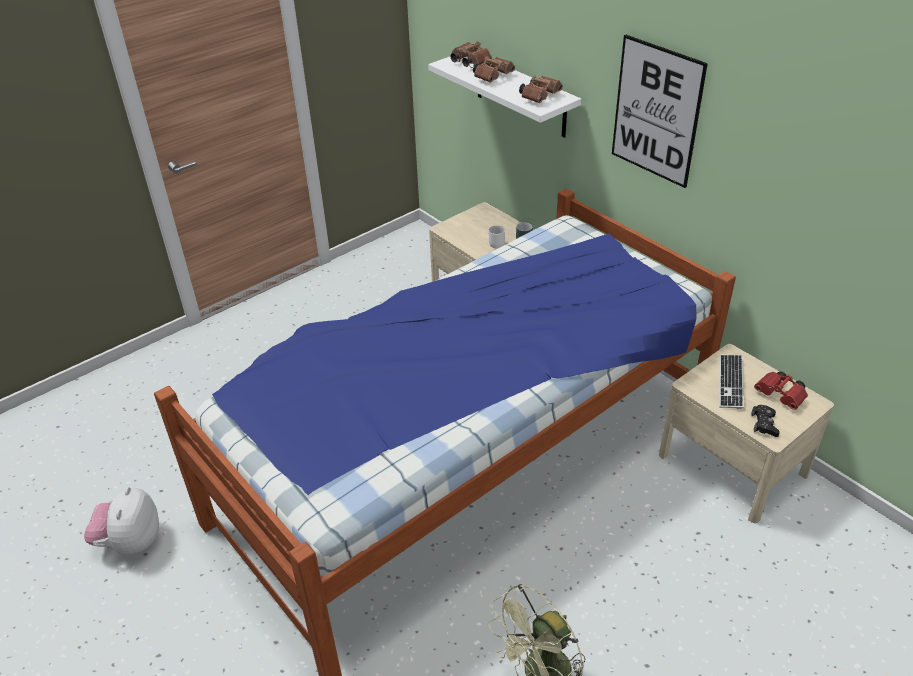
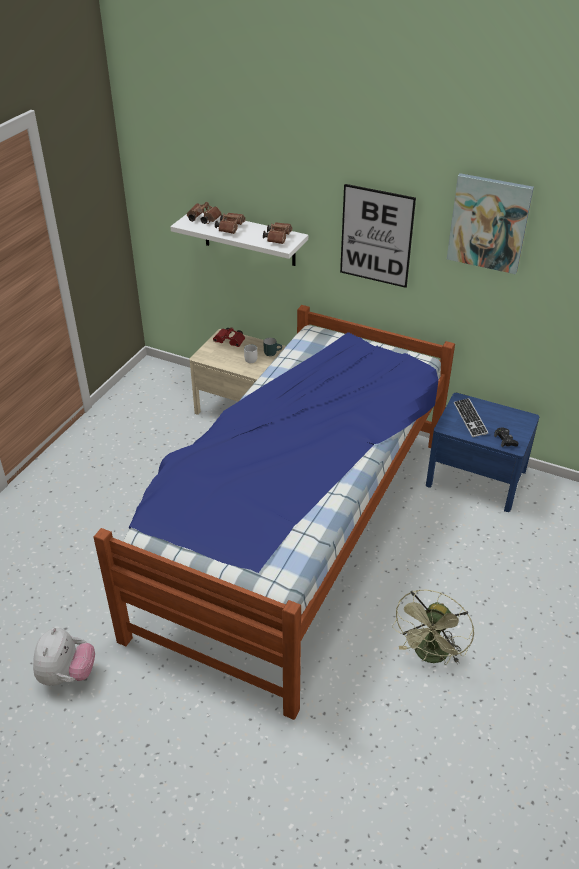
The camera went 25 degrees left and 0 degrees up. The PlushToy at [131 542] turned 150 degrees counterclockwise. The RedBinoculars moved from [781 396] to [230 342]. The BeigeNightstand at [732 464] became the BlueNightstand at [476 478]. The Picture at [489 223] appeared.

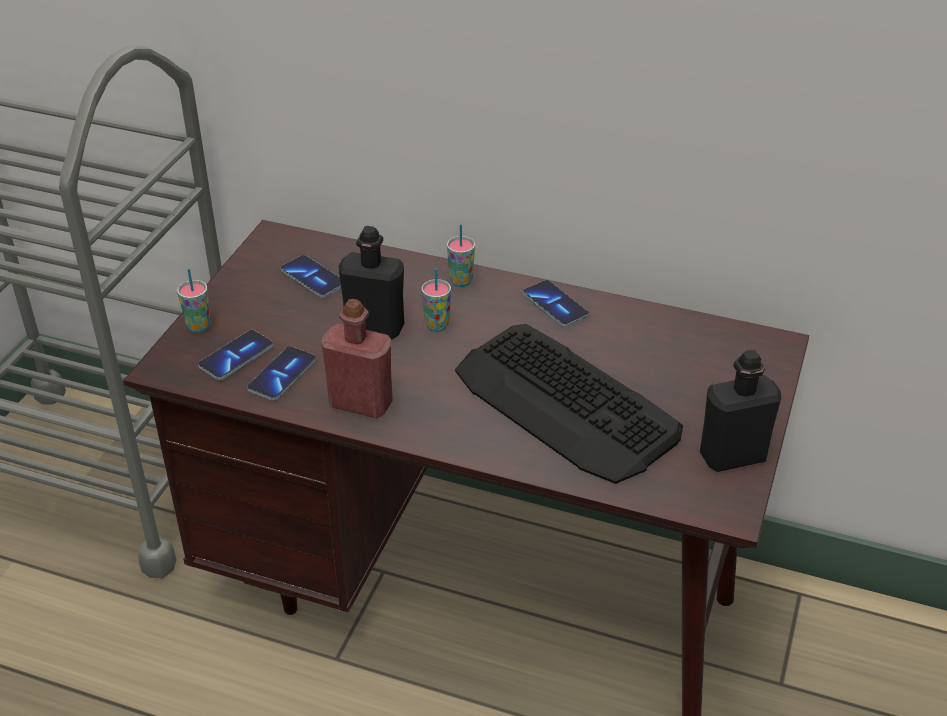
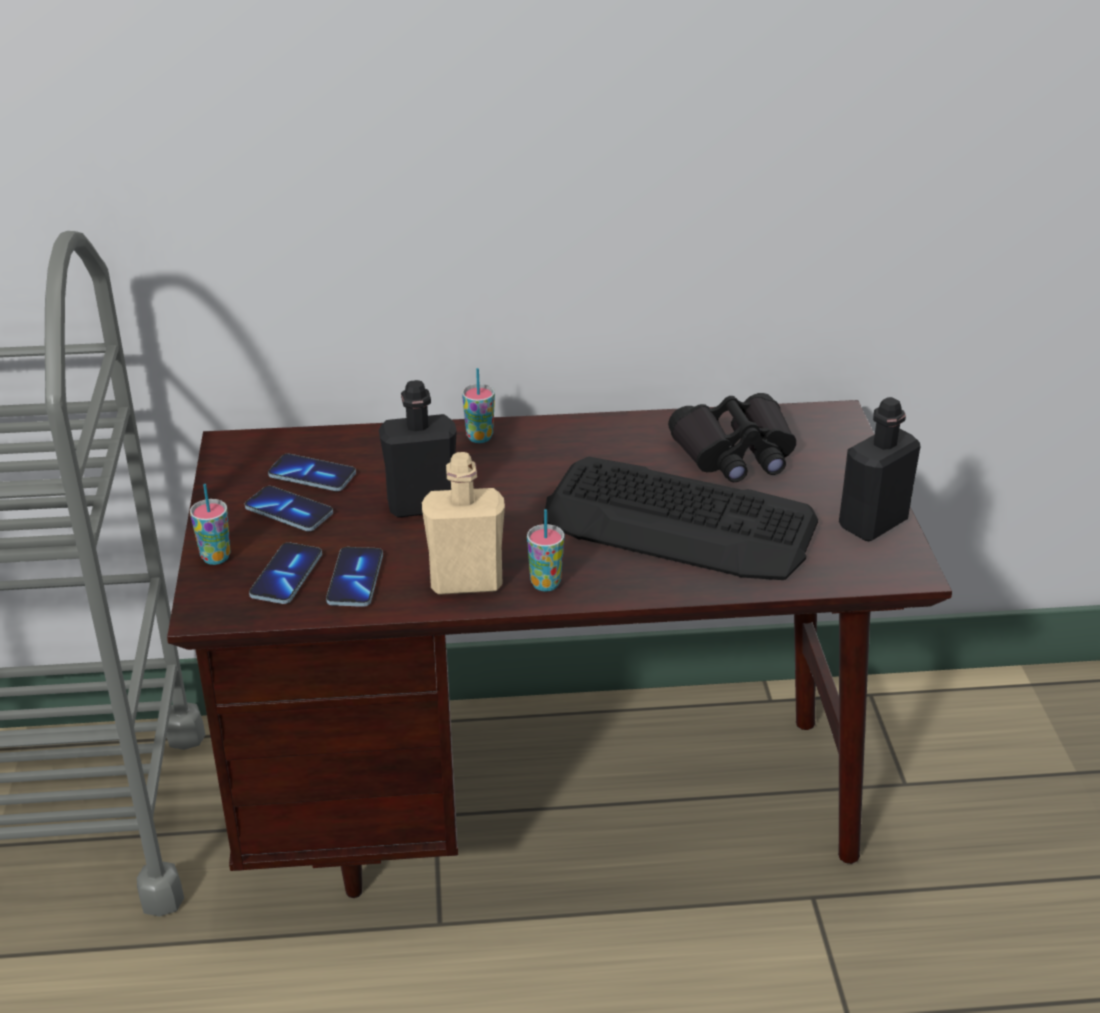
The camera went 25 degrees left and 5 degrees down. The Phone moved from [555 305] to [289 511]. The RedBottle at [361 404] became the BeigeBottle at [466 582]. The Cup moved from [437 326] to [545 584]. The BlackBinoculars at [735 453] appeared.

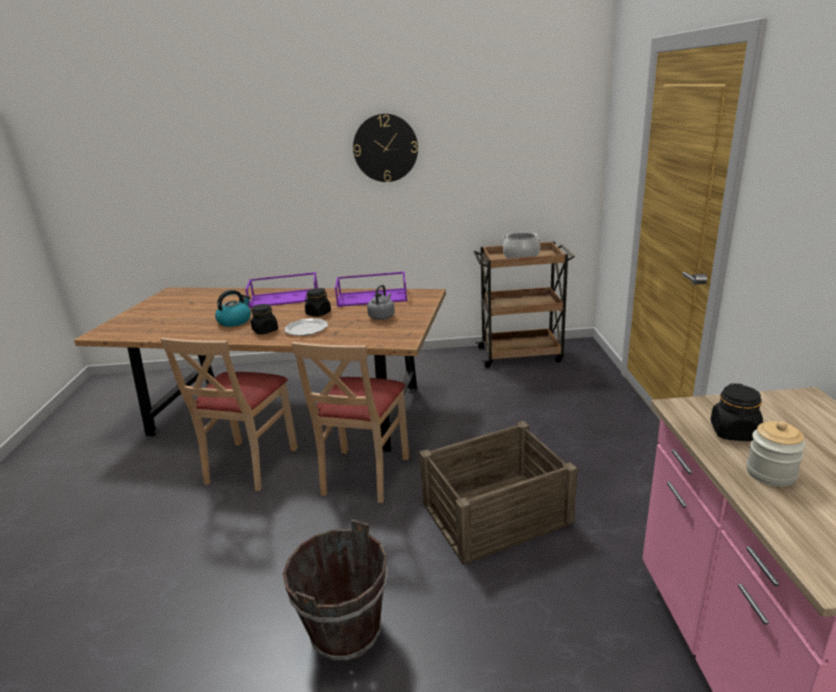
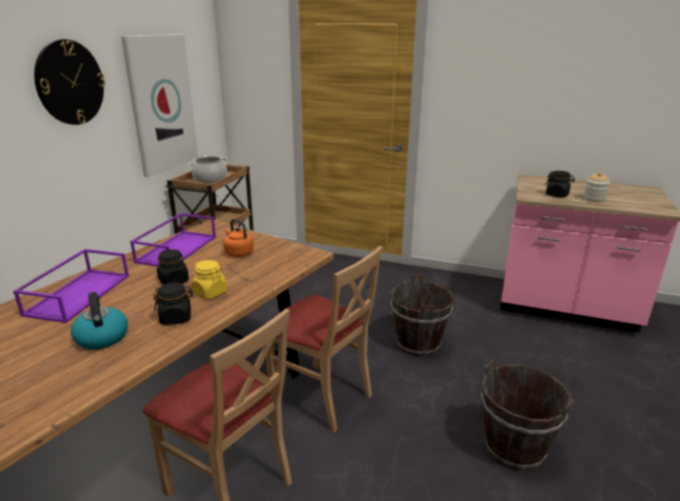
The camera went 70 degrees left and 0 degrees up. The Picture at [161 103] appeared. The Plate at [306 329] was replaced by the YellowJar at [210 293]. The GreyKettle at [382 316] became the OrangeKettle at [238 253]. The Crate at [497 513] was replaced by the BrownBucket at [418 343].

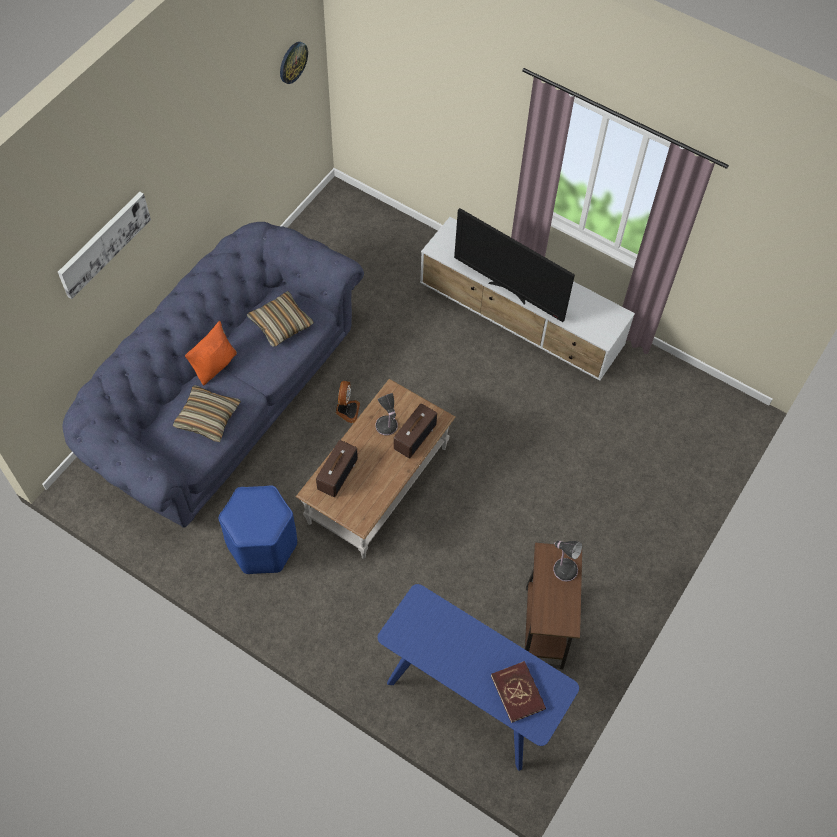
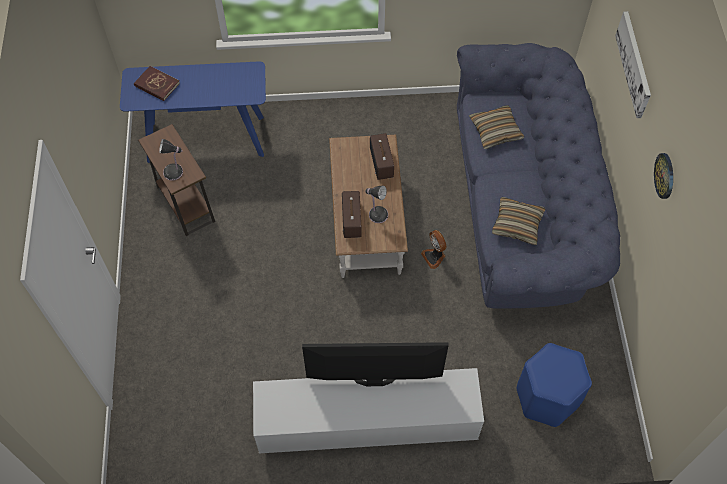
The camera went 145 degrees right and 0 degrees up. The BlueStool moved from [262 545] to [547 398]. The WallClock moved from [292 62] to [665 175]. The OrangePillow at [215 365] disappeared.

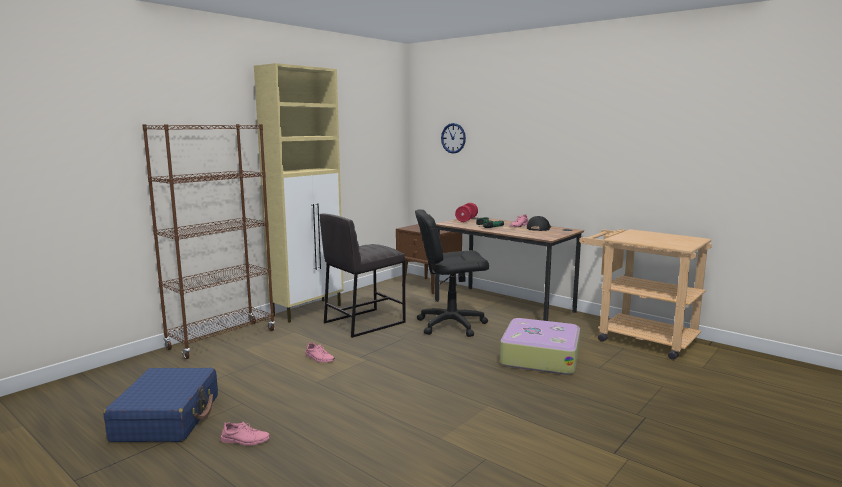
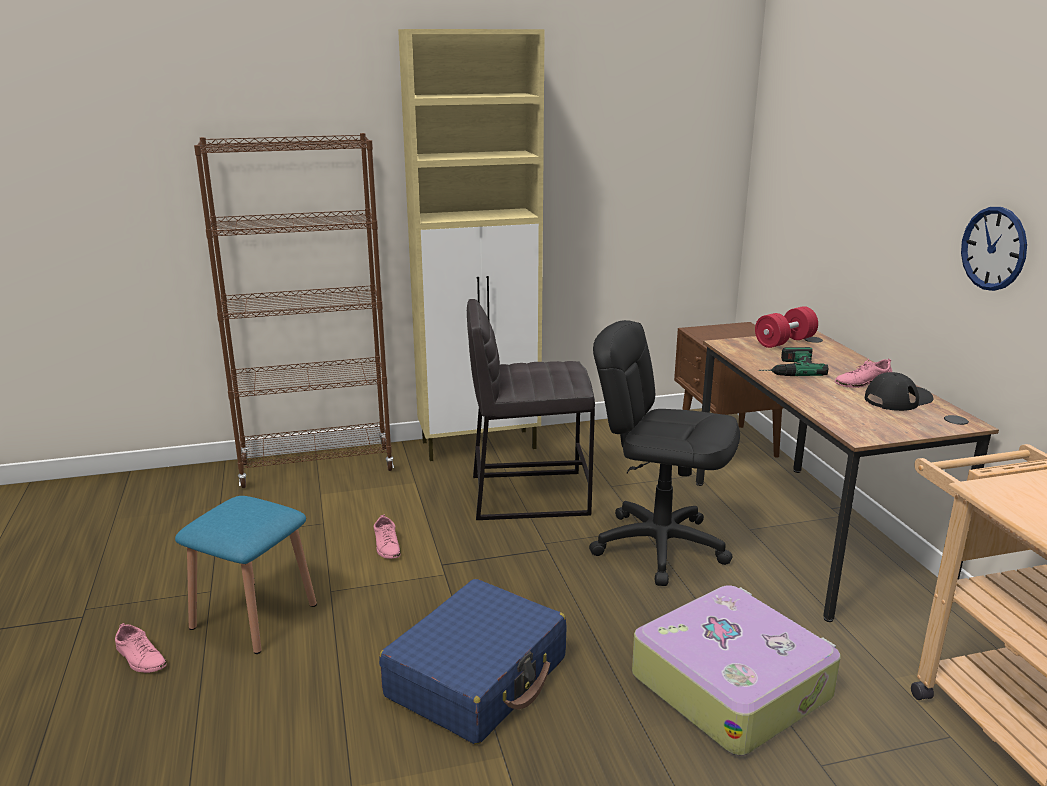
The camera went 35 degrees right and 10 degrees up. The BlueStool at [254 616] appeared. The BlueSuitcase moved from [167 418] to [478 677]. The WallClock moved from [453 138] to [993 248].

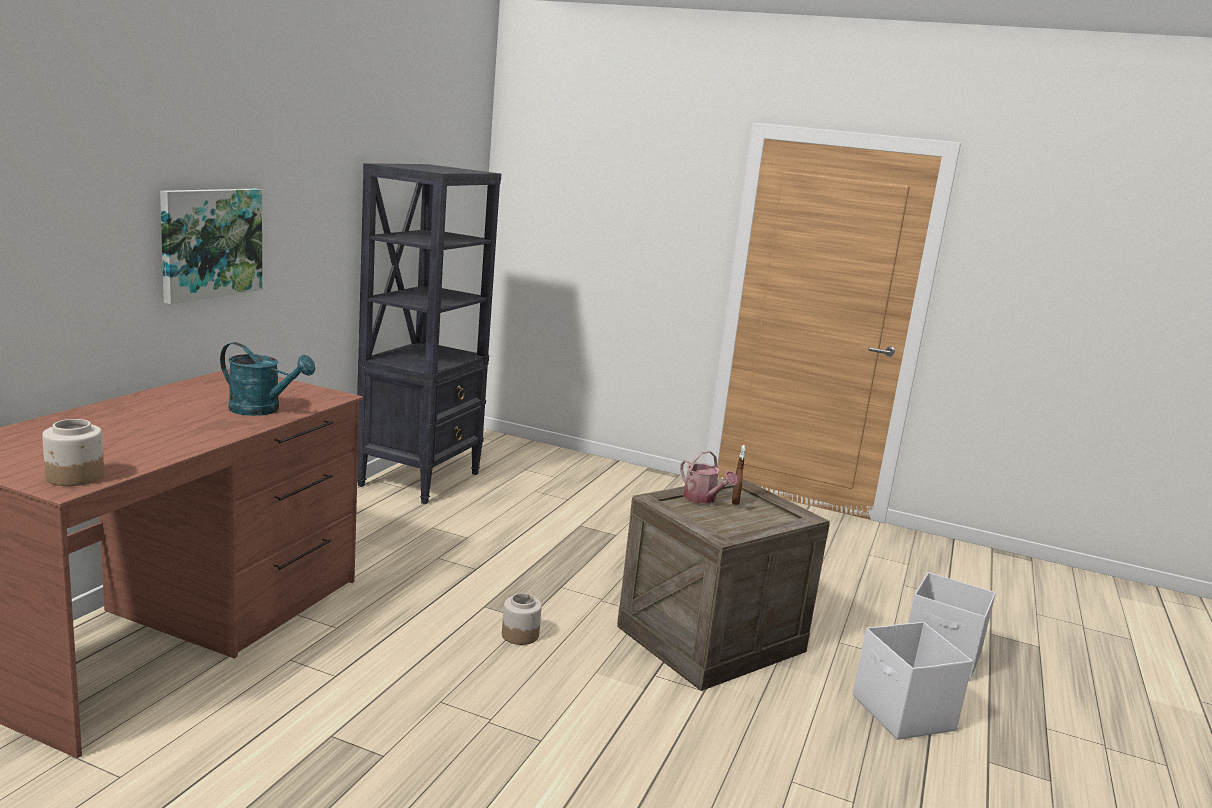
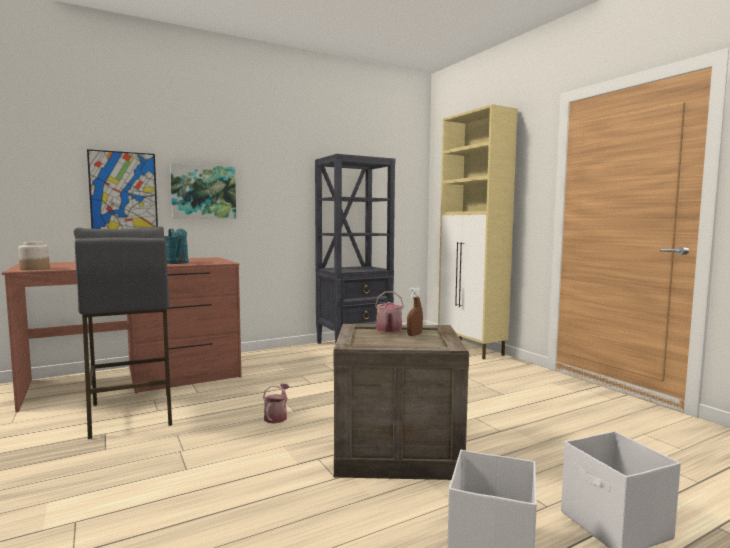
The camera went 40 degrees right and 10 degrees down. The GreyStool at [131 414] appeared. The Picture at [124 195] appeared. The Jar at [520 635] was replaced by the WateringCan at [276 417]. The BeigeCabinet at [471 349] appeared.

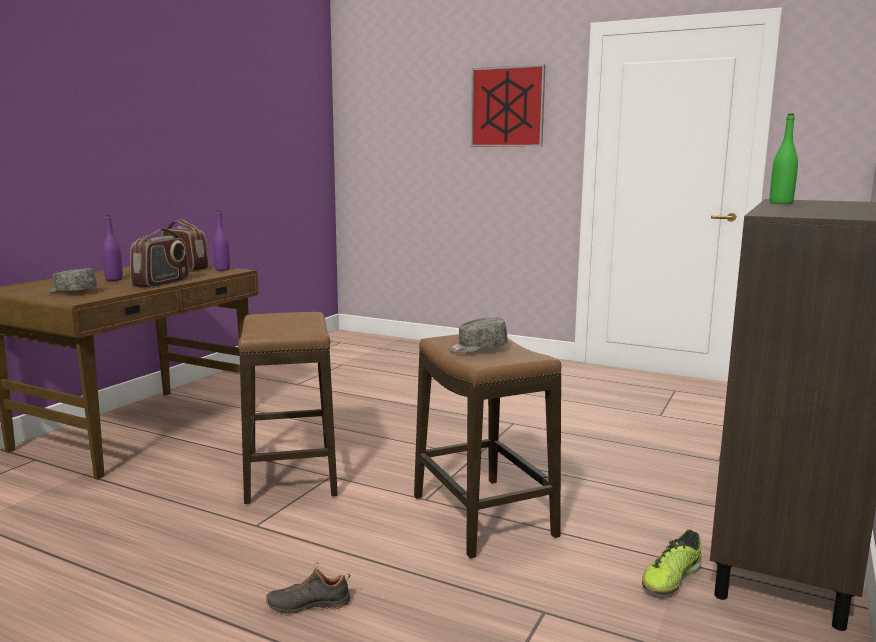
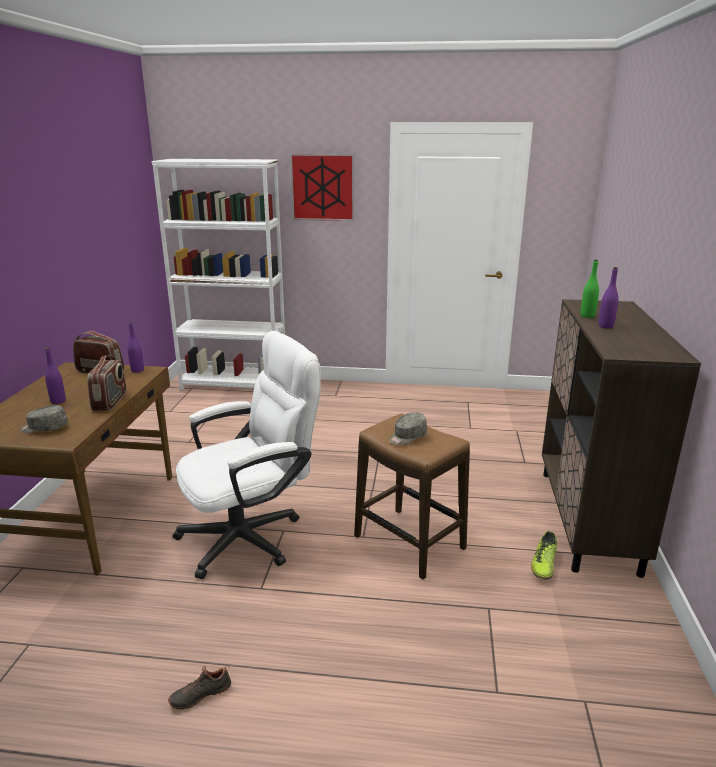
The camera went 20 degrees left and 10 degrees up. The WhiteBookcase at [235 384] appeared. The BlackShoe moved from [308 604] to [200 694]. The Stool at [291 474] was replaced by the WhiteOfficeChair at [252 535]. The PurpleBottle at [605 326] appeared.

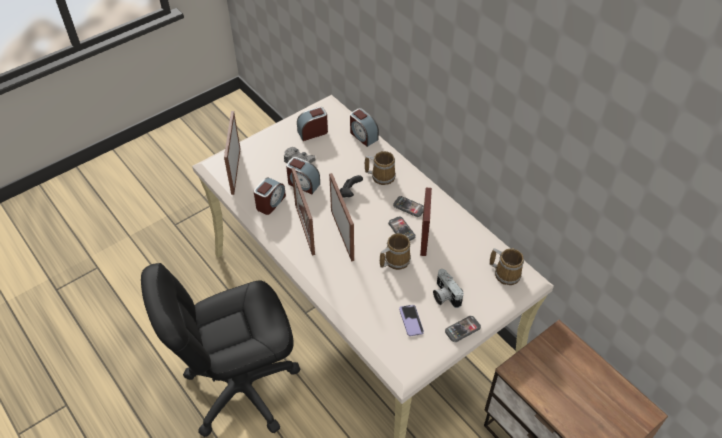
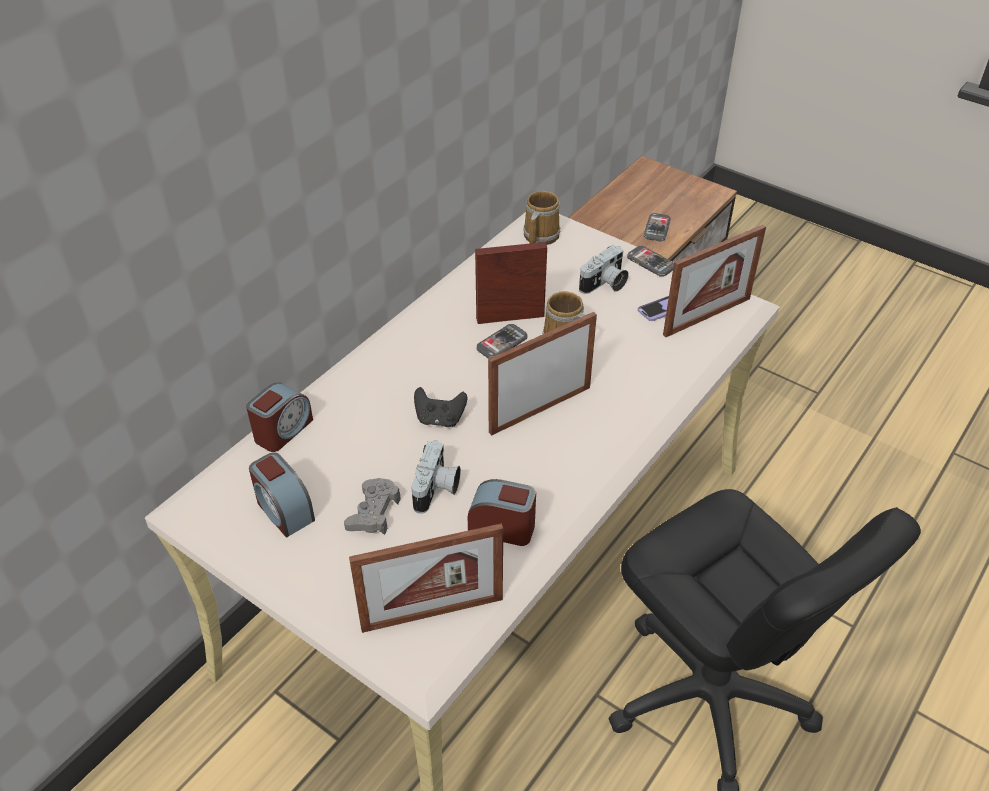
The camera went 105 degrees left and 5 degrees down. The AlarmClock at [303 184] was replaced by the PhotoCamera at [437 490]. The Phone moved from [409 207] to [657 228]. The PictureFrame moved from [304 229] to [707 316]. The Mug at [381 175] disappeared.

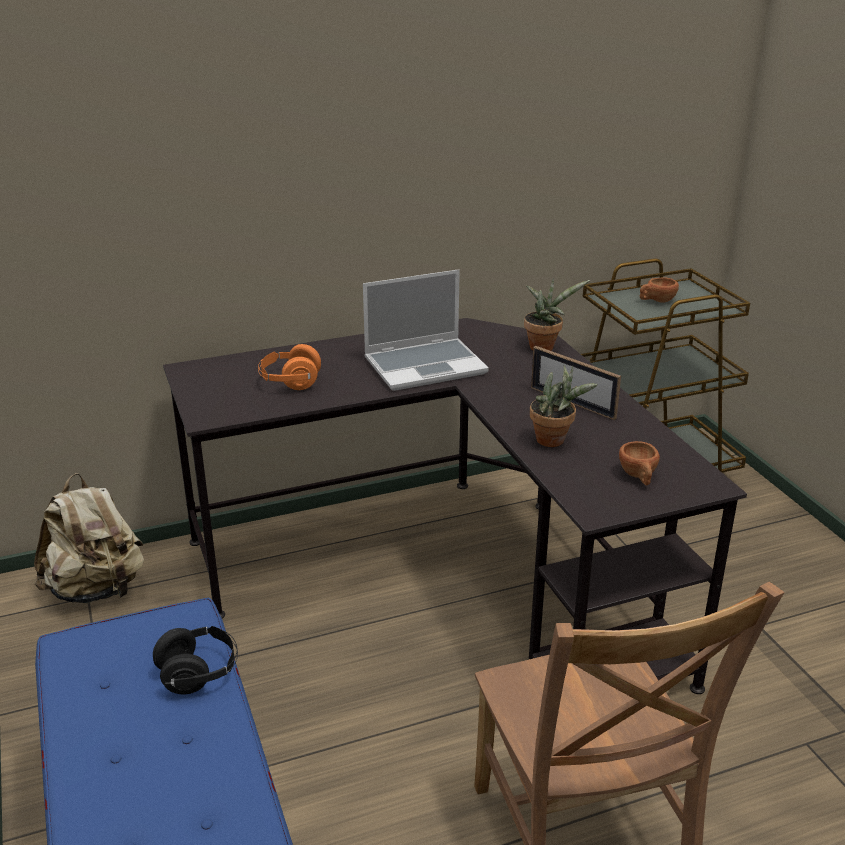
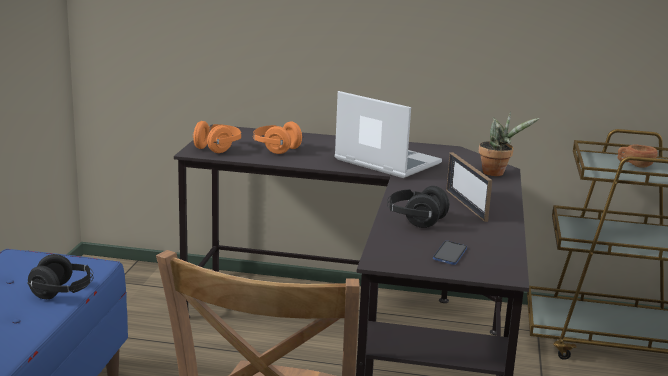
The camera went 30 degrees right and 10 degrees down. The OrangeHeadphones at [217 148] appeared. The Laptop at [426 365] turned 150 degrees counterclockwise. The PottedPlant at [555 441] was replaced by the BlackHeadphones at [415 220]. The BrownCup at [639 477] was replaced by the Phone at [450 254]. The BeigeBackpack at [97 589] disappeared.

